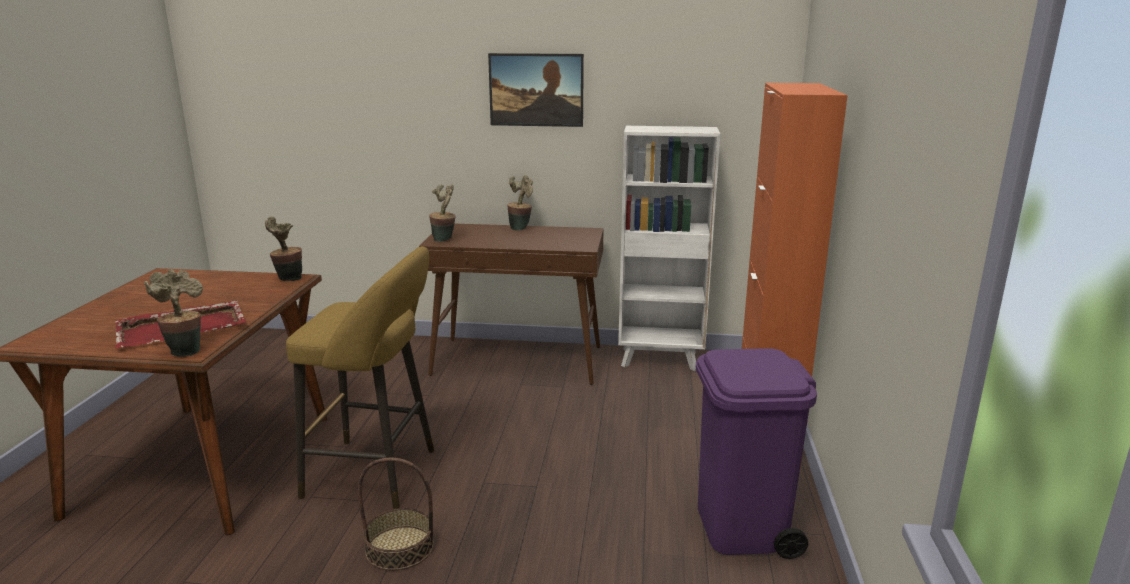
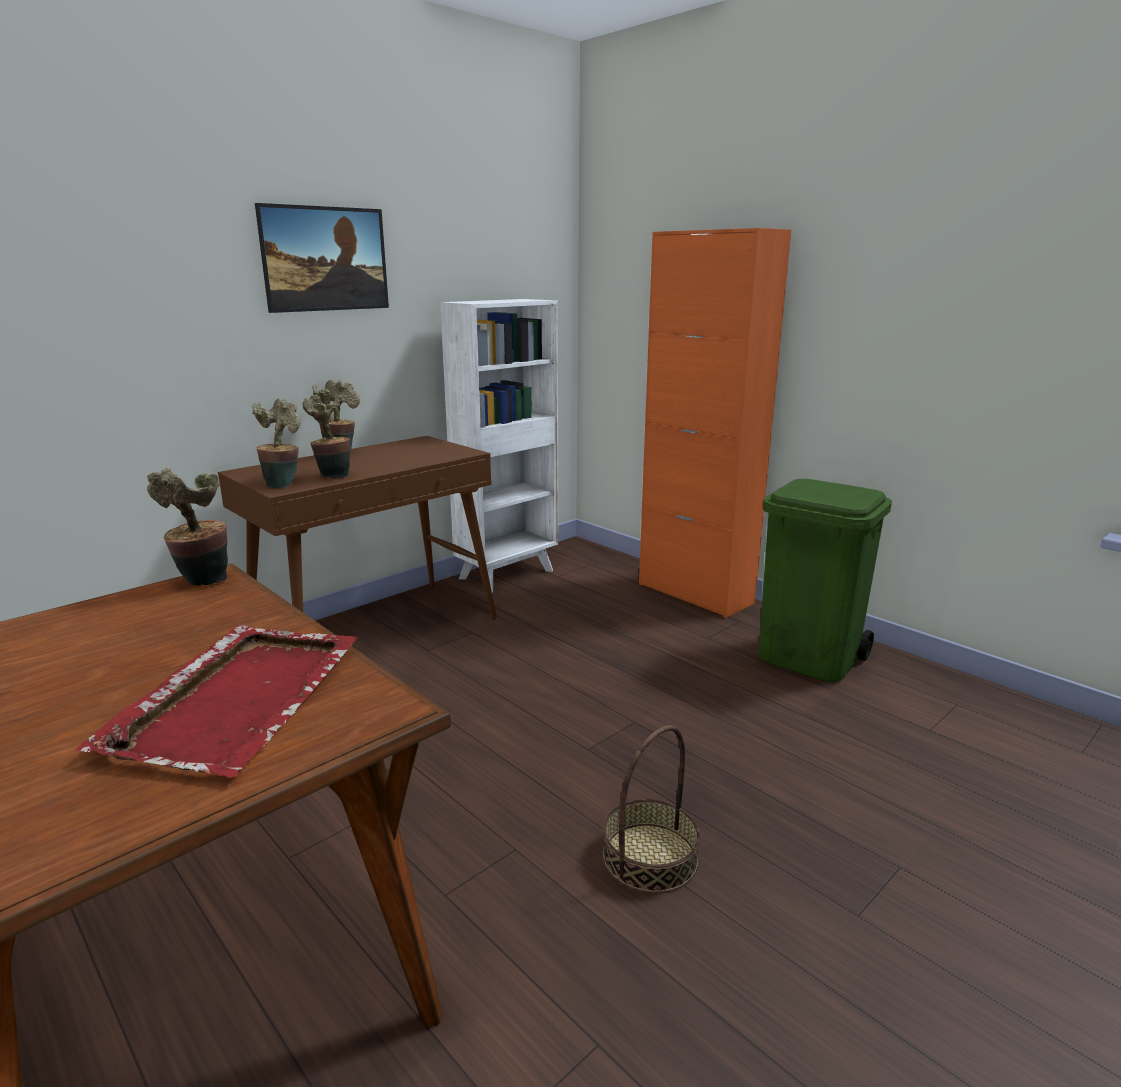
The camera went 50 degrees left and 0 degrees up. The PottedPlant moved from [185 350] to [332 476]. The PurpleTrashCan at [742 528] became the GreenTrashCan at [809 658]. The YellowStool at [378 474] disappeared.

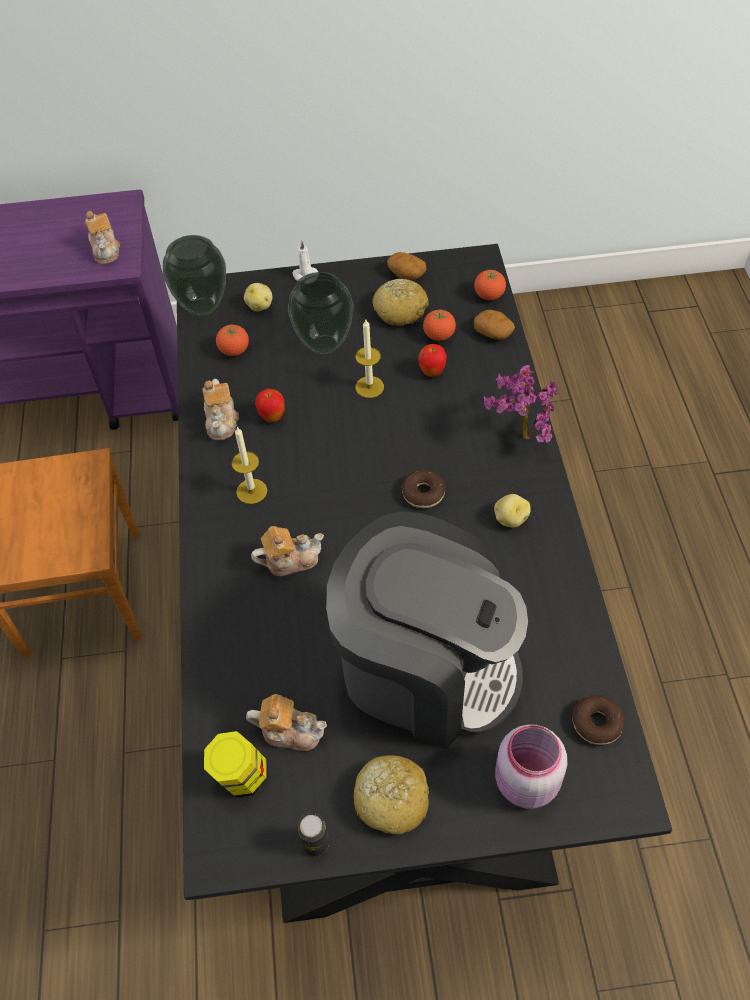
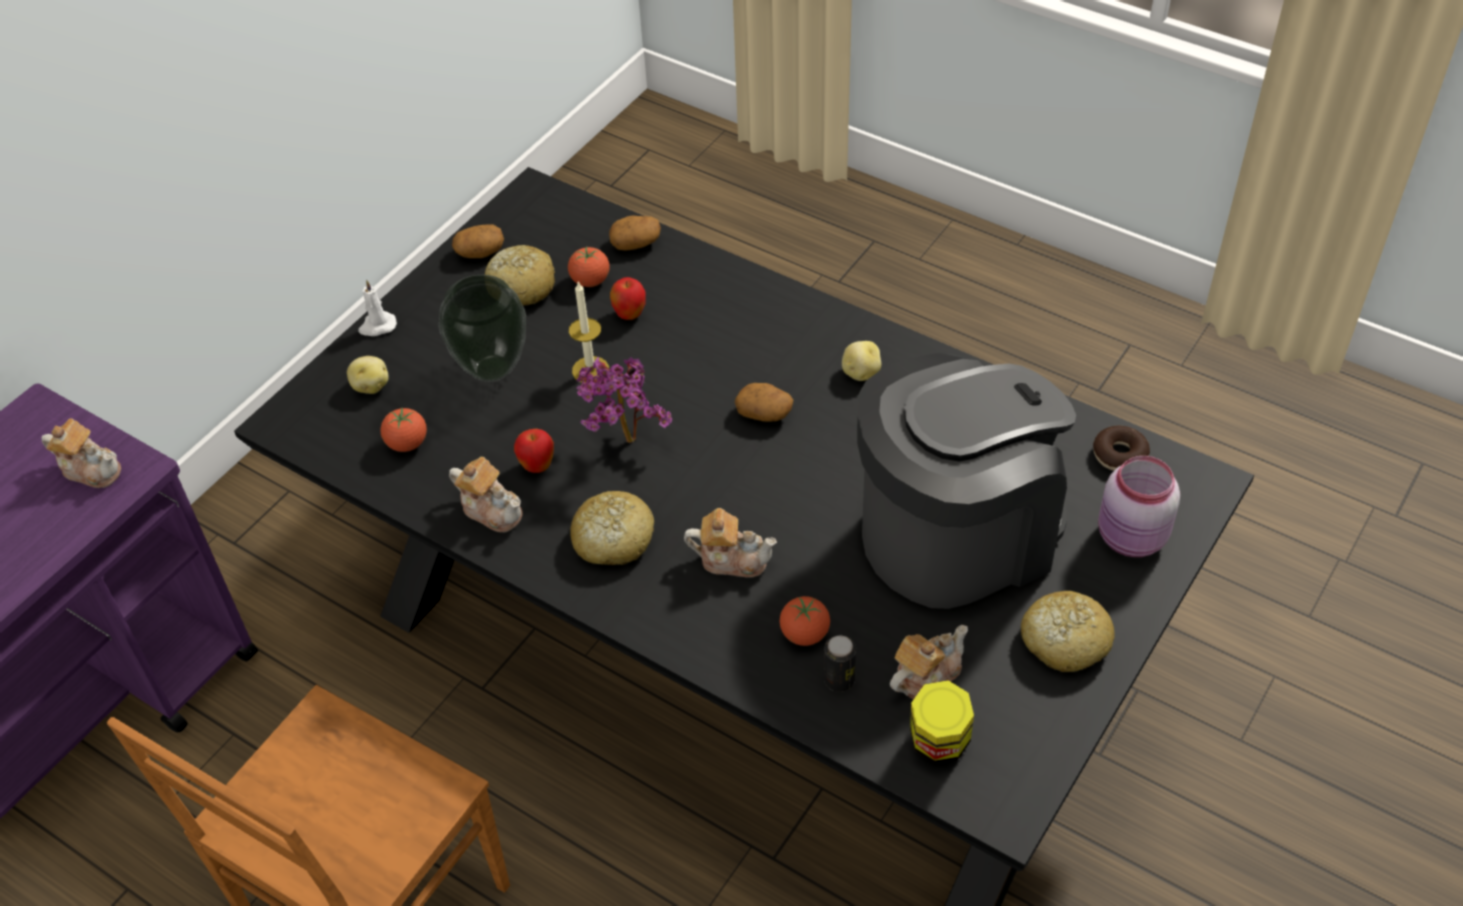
The camera went 50 degrees left and 5 degrees down. The Candle at [251 491] was replaced by the Bread at [613 539]. The PottedPlant moved from [519 436] to [623 444]. The Teapot at [290 560] turned 75 degrees clockwise. The Donut at [423 493] was replaced by the Potato at [764 413]. The Tomato moved from [489 296] to [804 634]. The Can moved from [315 843] to [839 680]. The Vase at [203 306] disappeared.

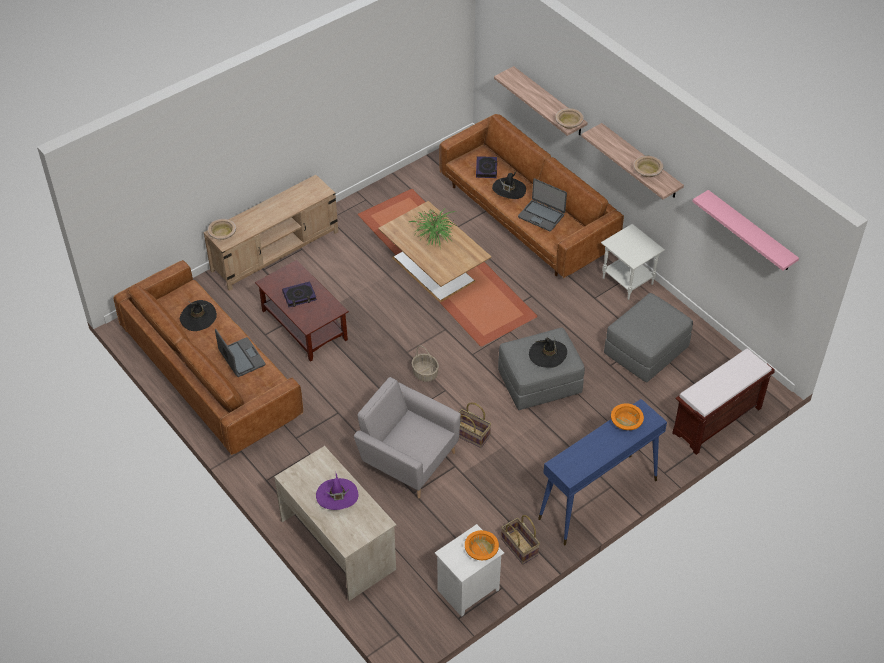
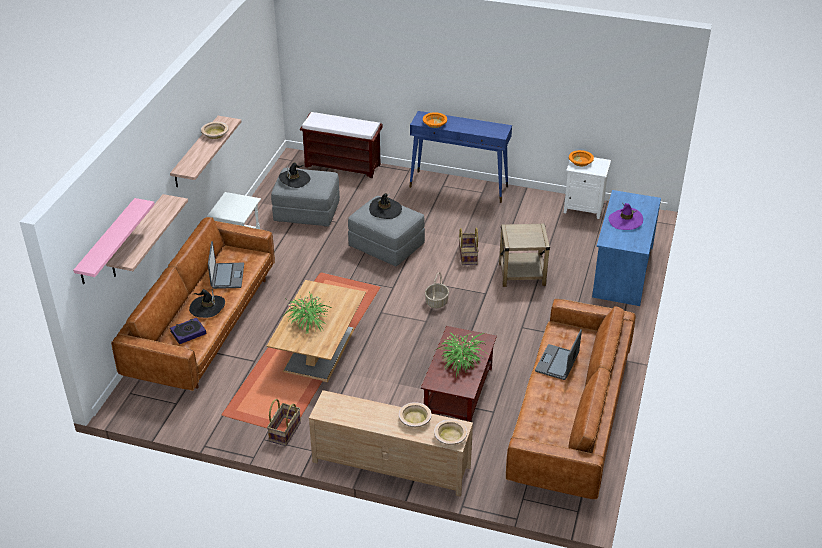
The camera went 125 degrees left and 10 degrees down. The PinkShelf moved from [750 231] to [107 242]. The Basket moved from [520 547] to [284 431]. The BlackHat moved from [198 317] to [294 179]. The BeigeBowl moved from [568 122] to [415 419]. The Book at [299 296] was replaced by the PottedPlant at [461 361]. The GreyArmchair at [407 459] was replaced by the BeigeSideTable at [521 274]. The BeigeDesk at [339 544] became the BlueDesk at [622 272].

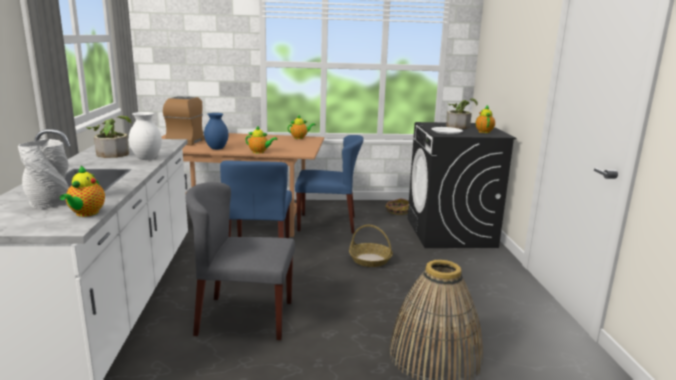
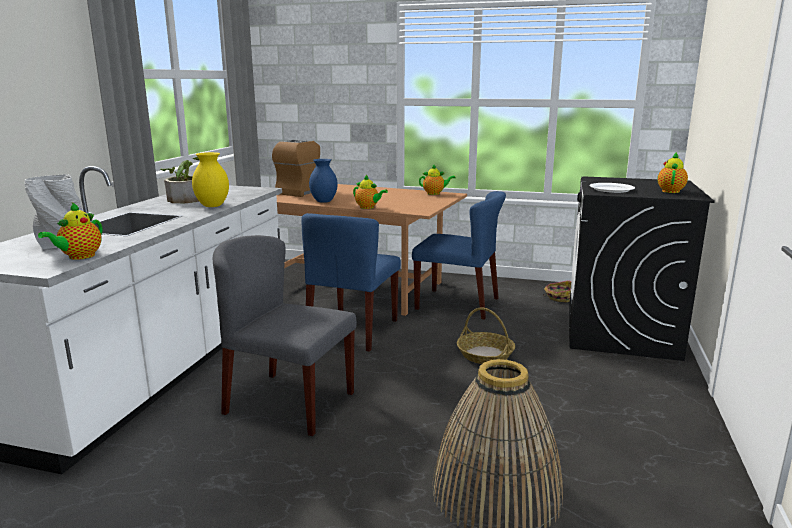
The camera went 20 degrees right and 0 degrees up. The WhiteVase at [146 158] became the YellowVase at [212 206]. The PottedPlant at [459 126] disappeared.

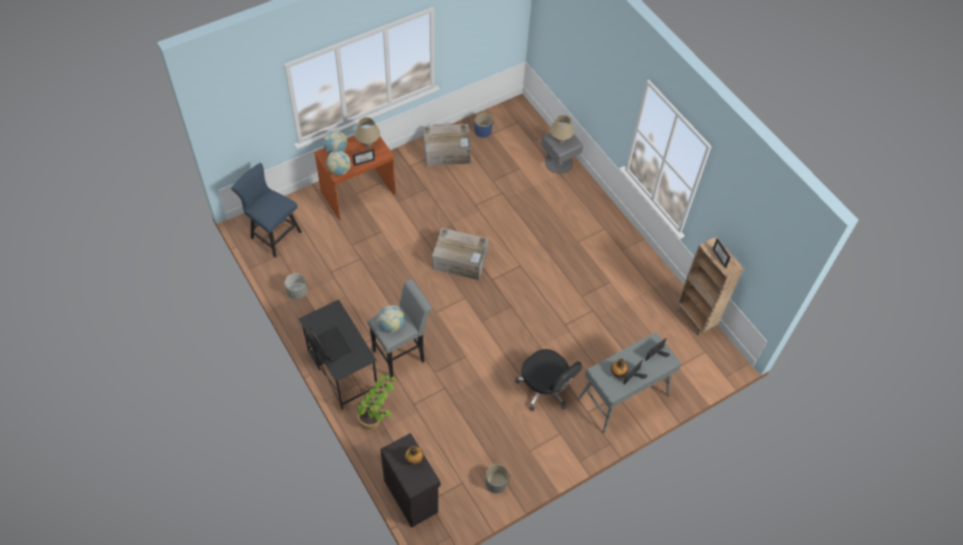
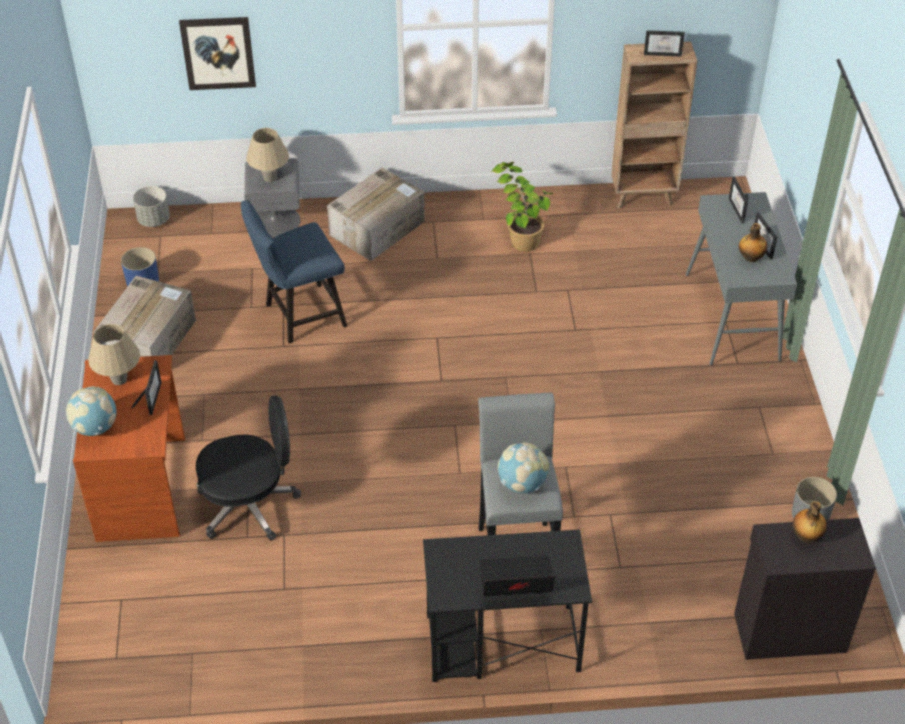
The camera went 60 degrees left and 10 degrees down. The GreyPlanter moved from [297 292] to [153 220]. The Picture at [218 53] appeared. The BlackOfficeChair moved from [545 389] to [250 504]. The BlueChair moved from [273 234] to [299 316]. The CardboardBox moved from [460 260] to [378 227]. The PottedPlant moved from [378 415] to [520 232]. The Globe at [339 170] disappeared.

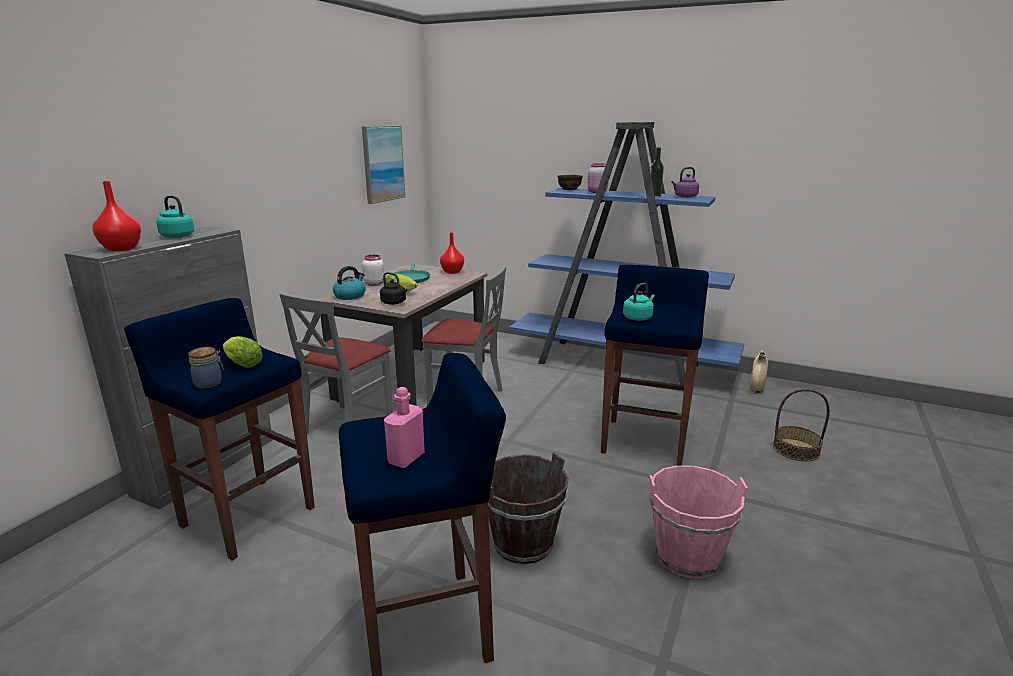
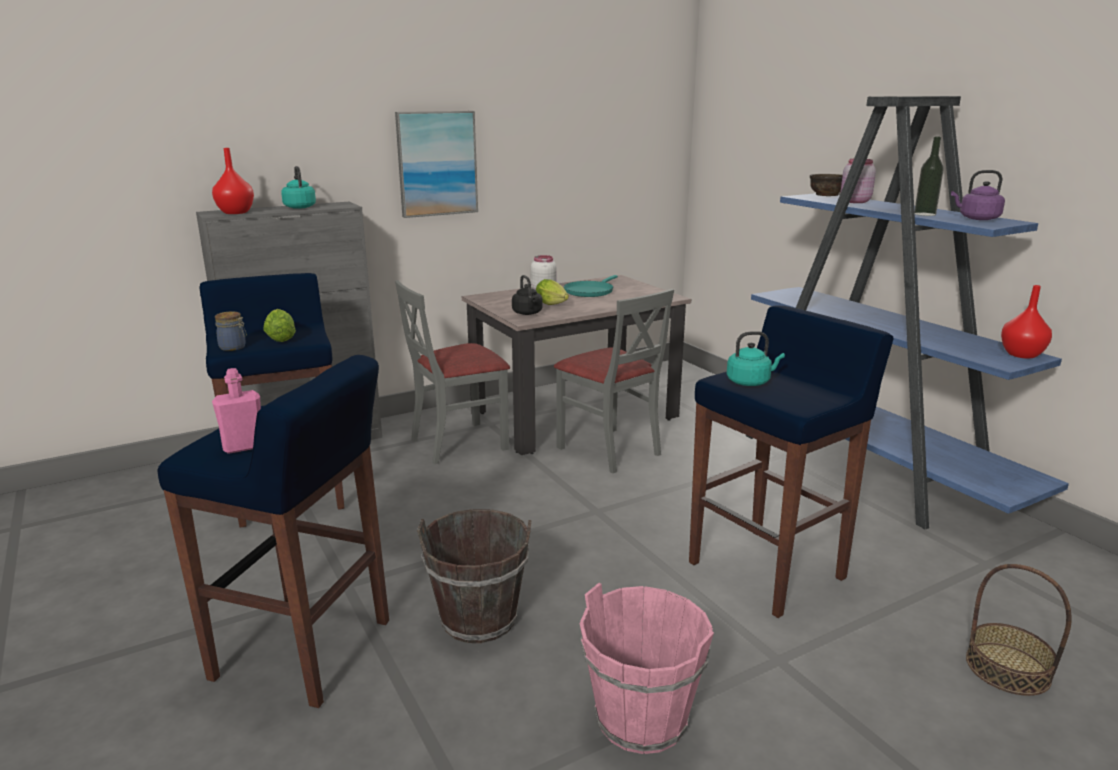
The camera went 35 degrees right and 0 degrees up. The Picture moved from [382 163] to [437 163]. The RedVase moved from [452 272] to [1020 355]. The Kettle at [350 296] disappeared. The BeigeVase at [756 387] disappeared.

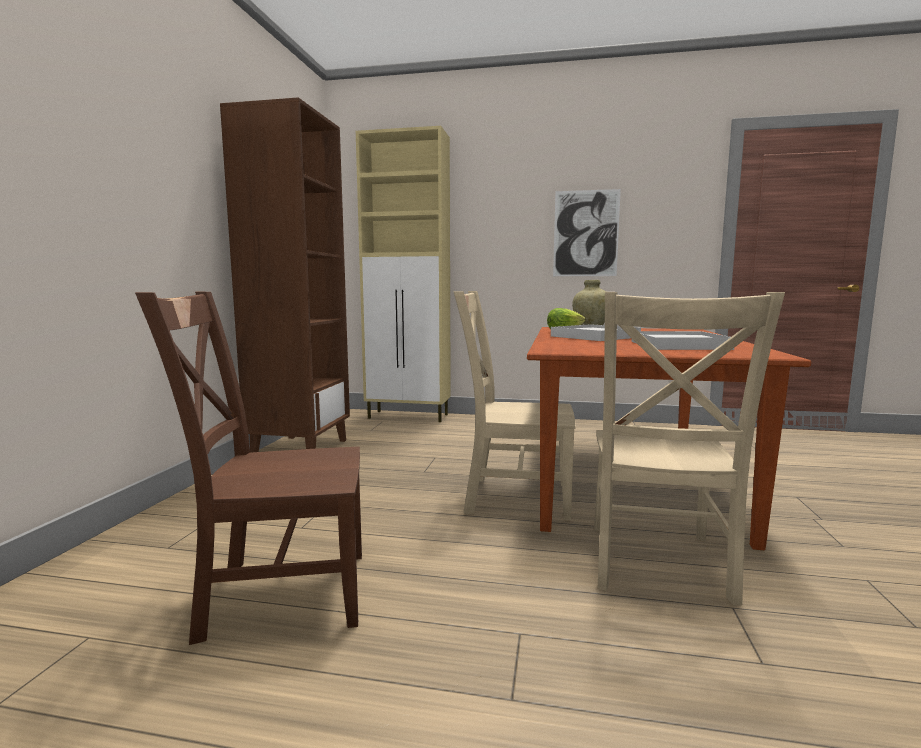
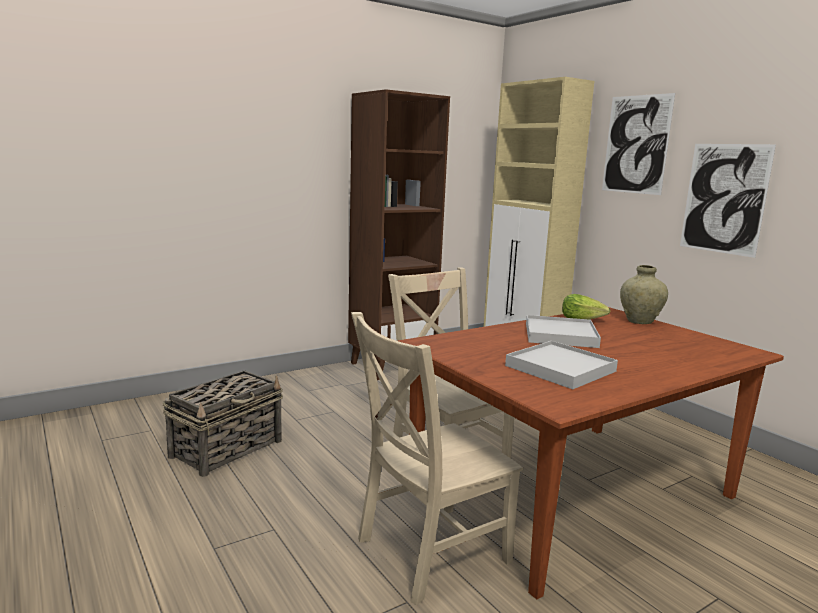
The camera went 45 degrees right and 5 degrees up. The BrownChair at [279 593] was replaced by the Basket at [228 448]. The Picture at [636 144] appeared.

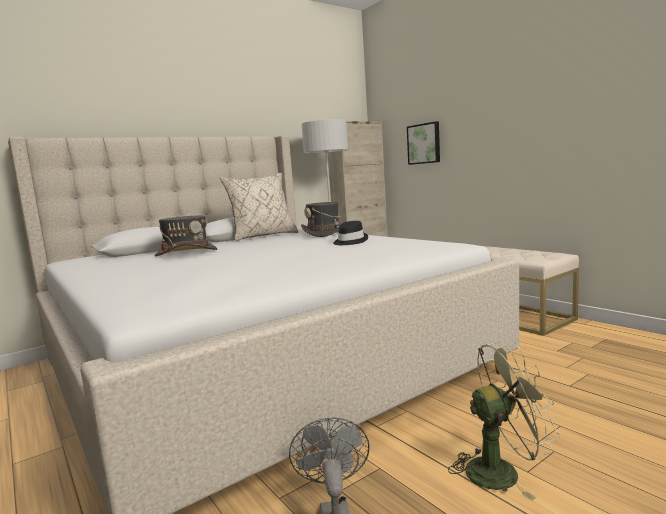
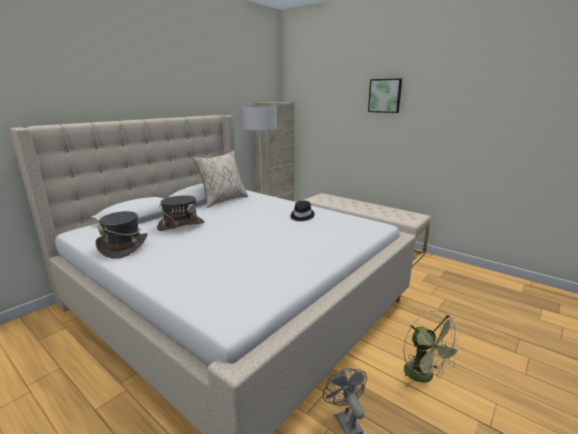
The camera went 15 degrees left and 10 degrees up. The GreyHat moved from [324 233] to [124 247]. The Picture moved from [424 143] to [385 95]. The GreenFan at [501 471] turned 90 degrees clockwise.

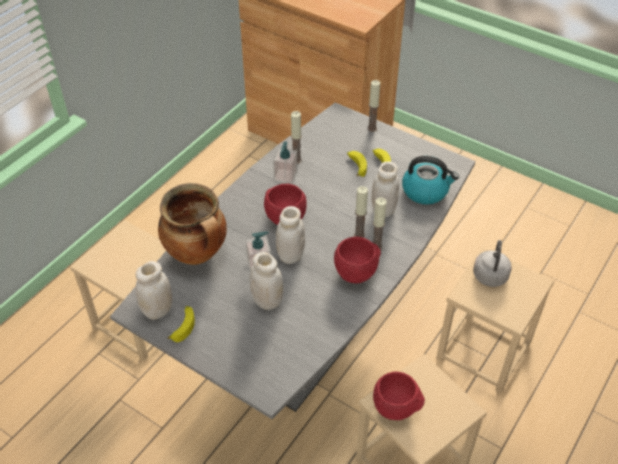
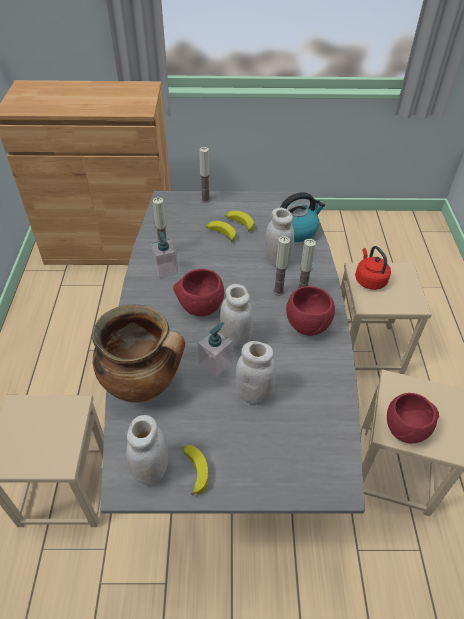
The camera went 35 degrees left and 0 degrees up. The GreyKettle at [490 274] became the RedKettle at [369 280].

